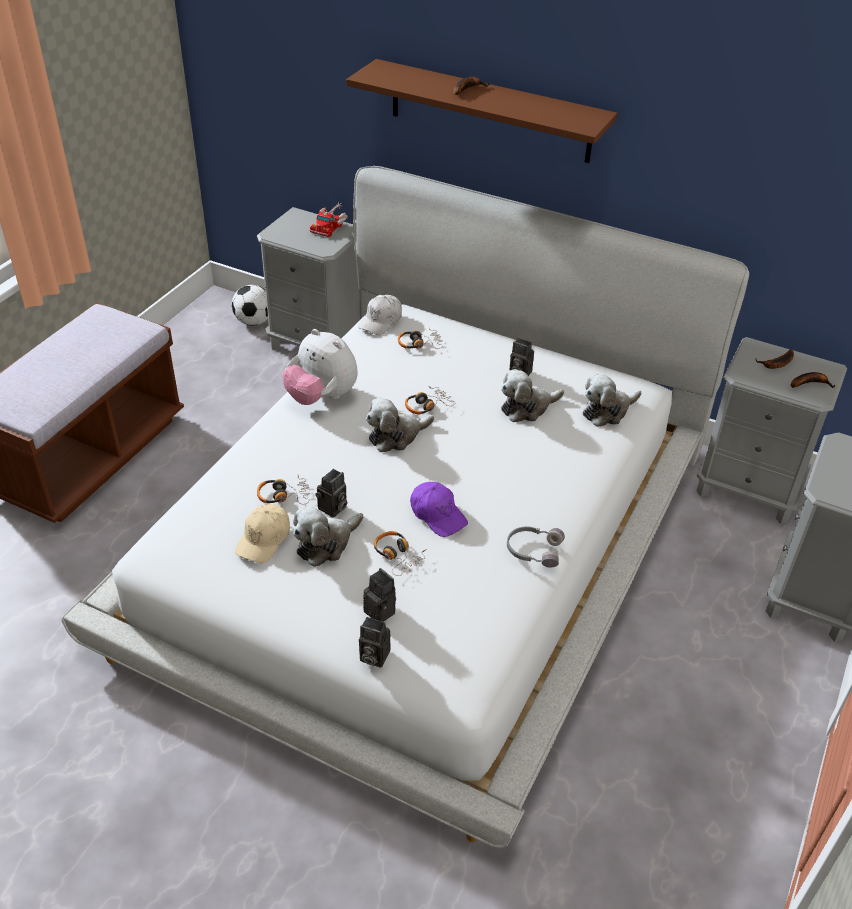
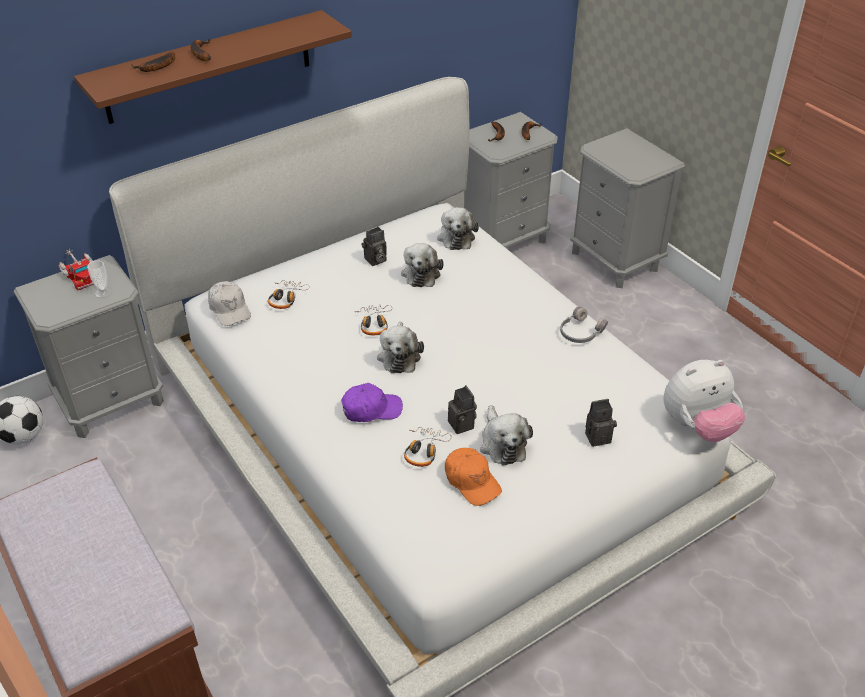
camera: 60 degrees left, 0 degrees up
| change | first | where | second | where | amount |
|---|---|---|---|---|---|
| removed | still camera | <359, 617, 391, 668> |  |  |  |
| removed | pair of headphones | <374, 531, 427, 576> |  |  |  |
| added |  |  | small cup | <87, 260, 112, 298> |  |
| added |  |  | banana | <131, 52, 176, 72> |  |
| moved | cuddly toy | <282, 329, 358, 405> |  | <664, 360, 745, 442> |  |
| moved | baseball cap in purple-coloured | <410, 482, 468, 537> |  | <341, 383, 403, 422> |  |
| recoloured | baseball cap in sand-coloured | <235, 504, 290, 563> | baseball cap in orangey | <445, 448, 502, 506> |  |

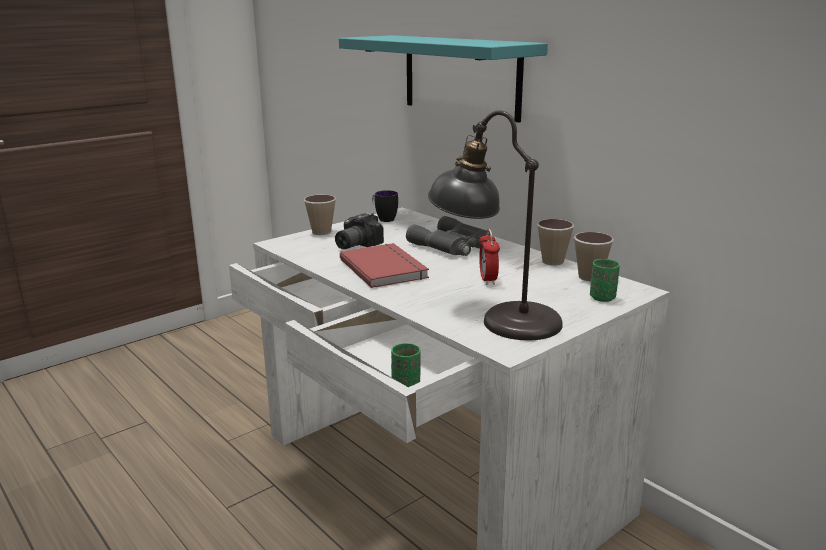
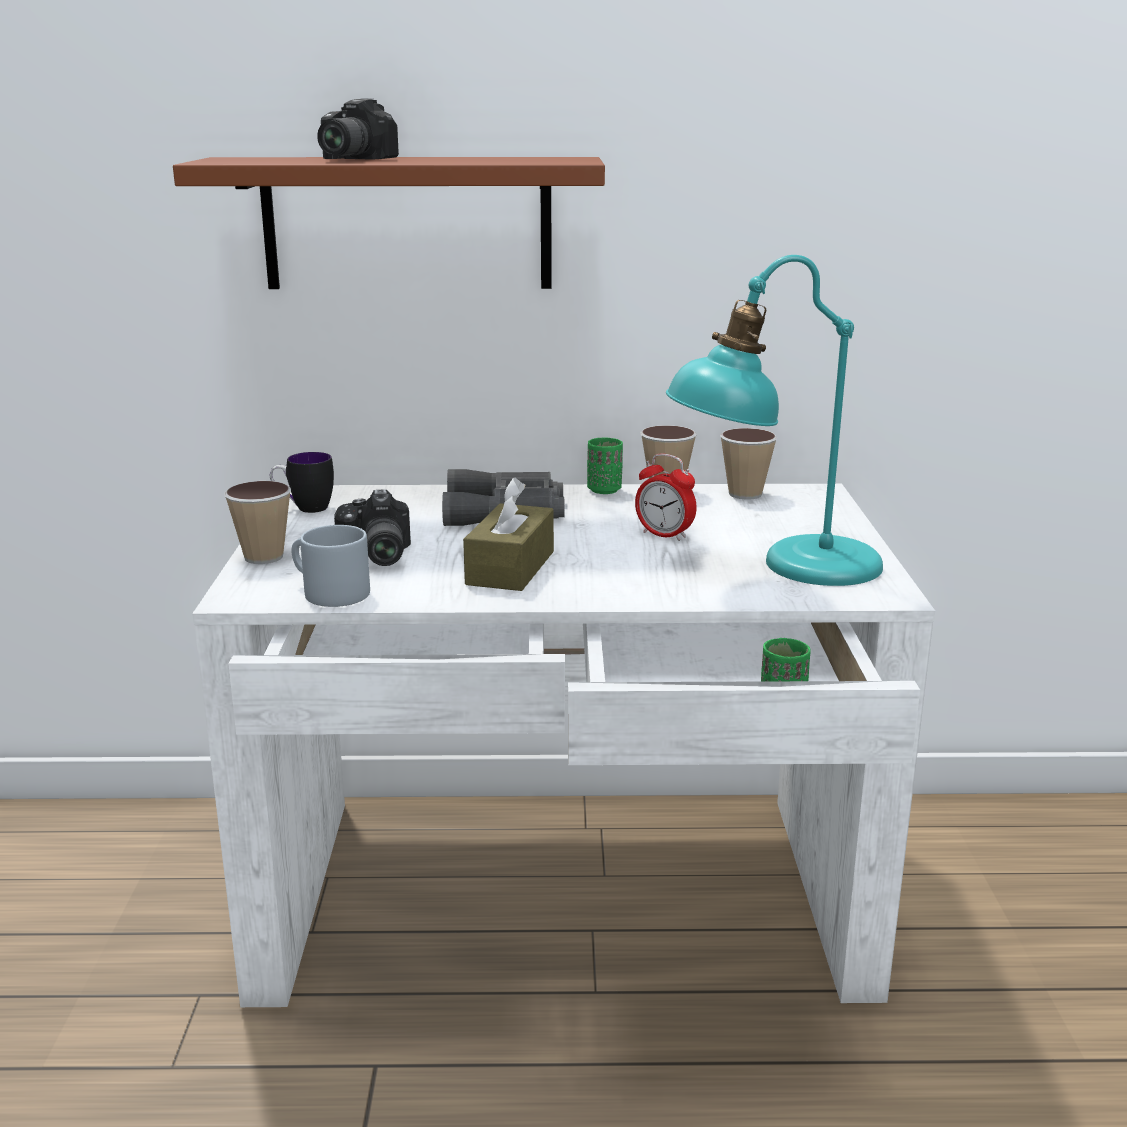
camera: 50 degrees left, 0 degrees up
| change | first | where | second | where | amount |
|---|---|---|---|---|---|
| added |  |  | tea mug in grey | <292, 525, 370, 607> |  |
| added |  |  | still camera | <317, 98, 399, 160> |  |
| moved | small cup in green-coloured | <590, 259, 620, 302> |  | <587, 438, 623, 494> |  |
| replaced | bound book in reddish | <340, 243, 429, 288> | tissue holder in brown | <463, 477, 554, 591> |  |
| recoloured | shelf in turquoise-coloured | <339, 35, 548, 123> | shelf in brown | <173, 157, 605, 289> |  |
| recoloured | lamp for a table in grey | <428, 111, 563, 340> | lamp for a table in turquoise-coloured | <666, 255, 883, 586> |  |

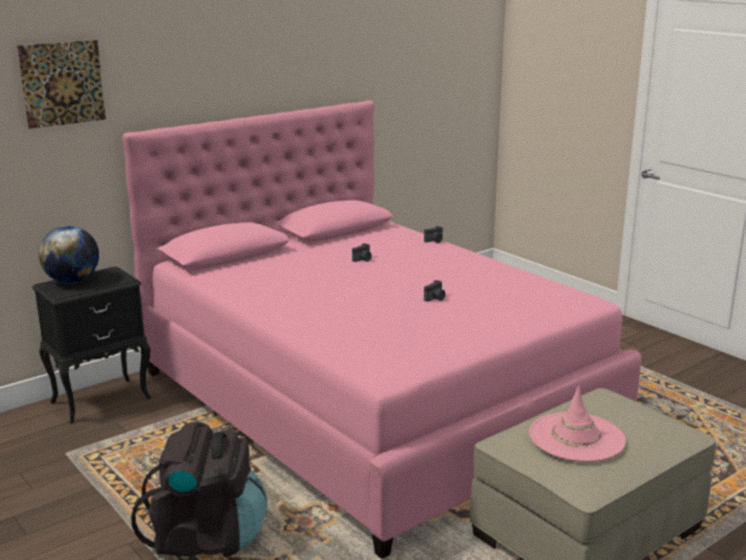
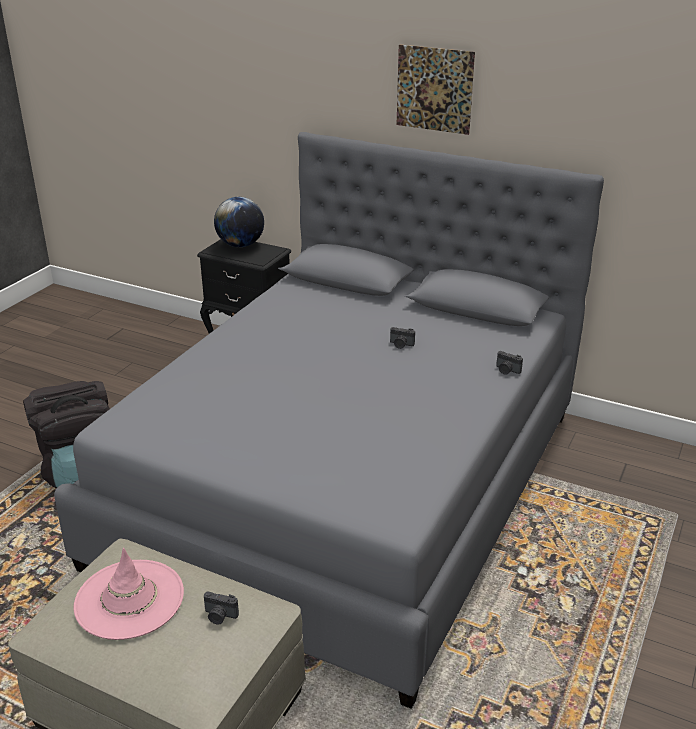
camera: 65 degrees right, 10 degrees up
| change | first | where | second | where | amount |
|---|---|---|---|---|---|
| moved | wall picture | <17, 40, 106, 129> |  | <397, 44, 475, 135> |  |
| moved | still camera | <424, 280, 445, 302> |  | <204, 591, 239, 625> |  |
| recoloured | sleeping bed in pinkish | <123, 100, 642, 559> | sleeping bed in grey | <54, 132, 604, 709> |  |

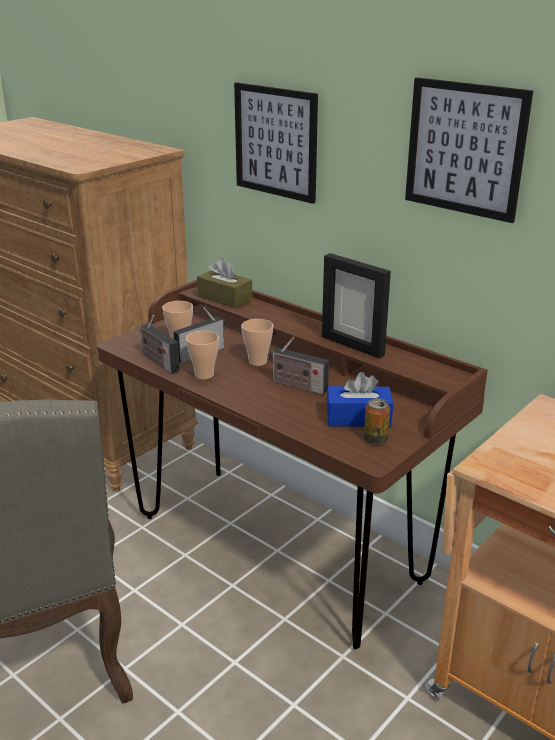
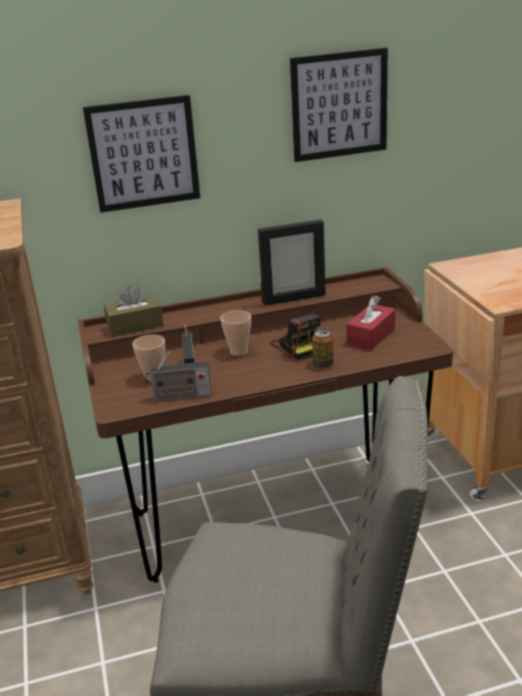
camera: 55 degrees left, 0 degrees up
| change | first | where | second | where | amount |
|---|---|---|---|---|---|
| removed | small cup | <186, 331, 219, 380> |  |  |  |
| moved | sealed can | <364, 398, 390, 444> |  | <312, 329, 334, 368> |  |
| replaced | radio set | <268, 337, 329, 395> | still camera | <270, 313, 320, 360> |  |
| recoloured | tissue holder in blue | <326, 372, 393, 427> | tissue holder in reddish | <346, 296, 395, 350> |  |

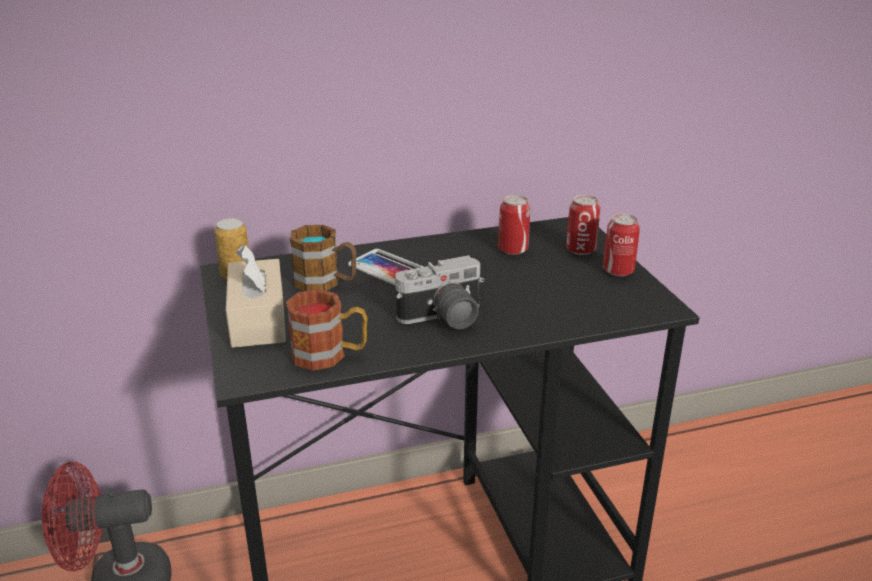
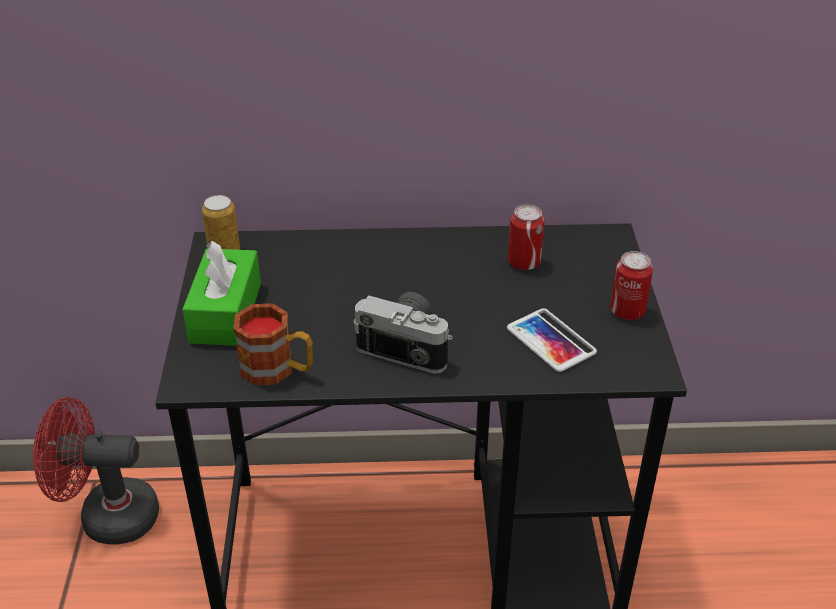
camera: 15 degrees right, 10 degrees up
| change | first | where | second | where | amount |
|---|---|---|---|---|---|
| removed | tea mug | <290, 225, 357, 291> |  |  |  |
| removed | sealed can | <566, 195, 600, 255> |  |  |  |
| moved | phone | <348, 249, 424, 285> |  | <507, 308, 597, 372> |  |
| recoloured | tissue holder in sand-coloured | <226, 245, 286, 348> | tissue holder in green-coloured | <182, 241, 261, 346> |  |
| turned | still camera | <395, 255, 485, 329> |  | <354, 292, 453, 373> | 150 degrees counterclockwise |

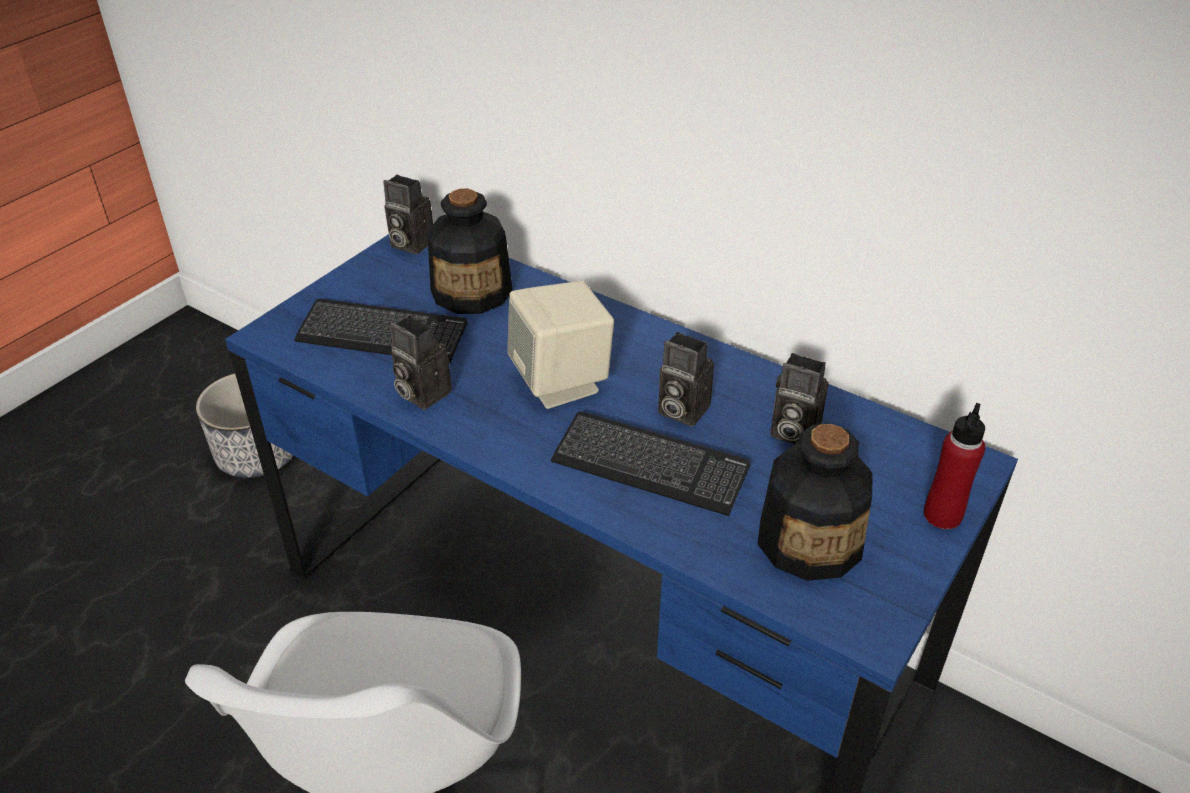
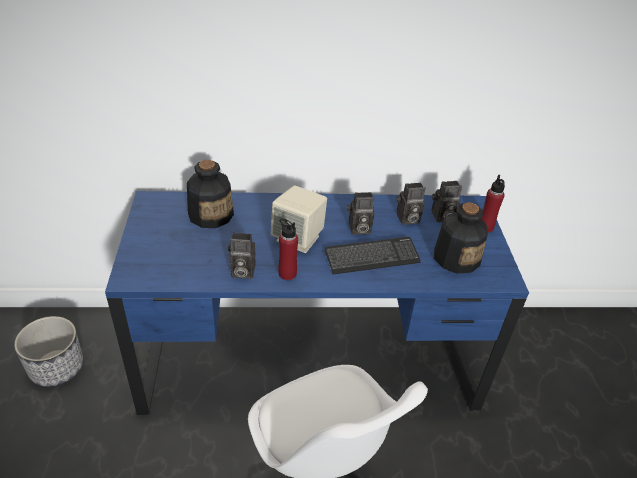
camera: 40 degrees left, 0 degrees up
| change | first | where | second | where | amount |
|---|---|---|---|---|---|
| removed | keyboard | <294, 299, 467, 364> |  |  |  |
| added |  |  | beverage bottle in reddish | <278, 218, 298, 280> |  |
| moved | still camera | <383, 175, 433, 254> |  | <432, 181, 462, 222> |  |

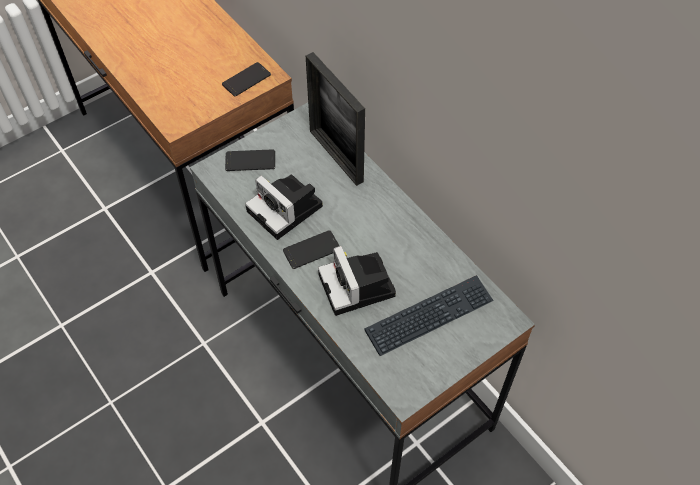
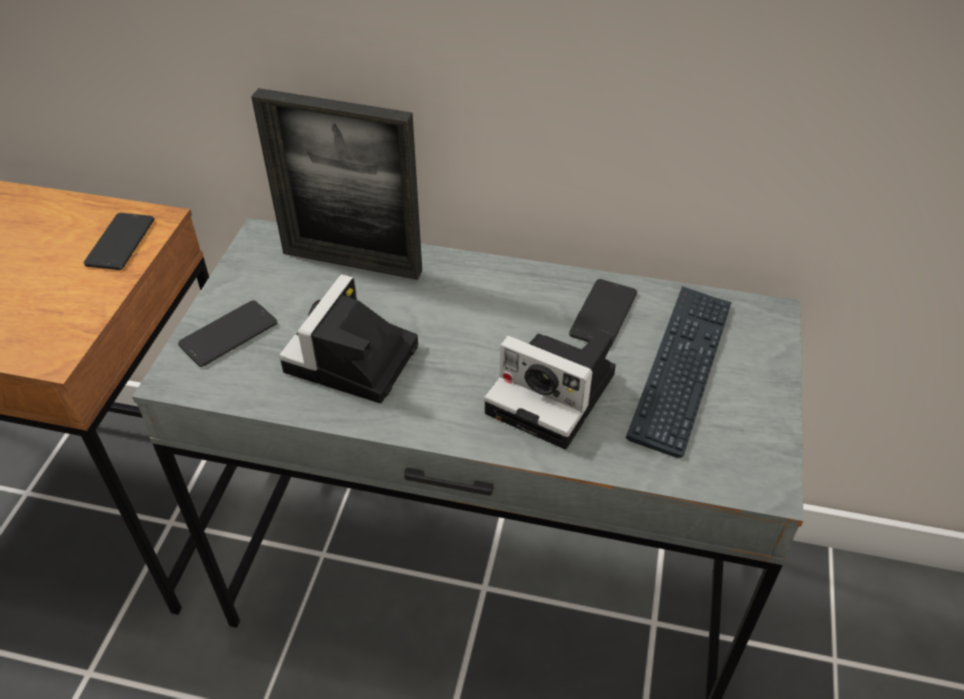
camera: 40 degrees left, 10 degrees down
| change | first | where | second | where | amount |
|---|---|---|---|---|---|
| moved | phone | <283, 230, 339, 269> |  | <569, 279, 637, 346> |  |
| turned | still camera | <245, 175, 323, 240> |  | <279, 274, 418, 403> | 105 degrees clockwise |

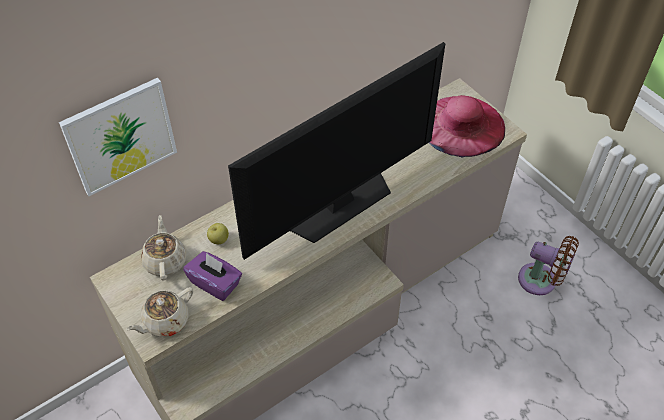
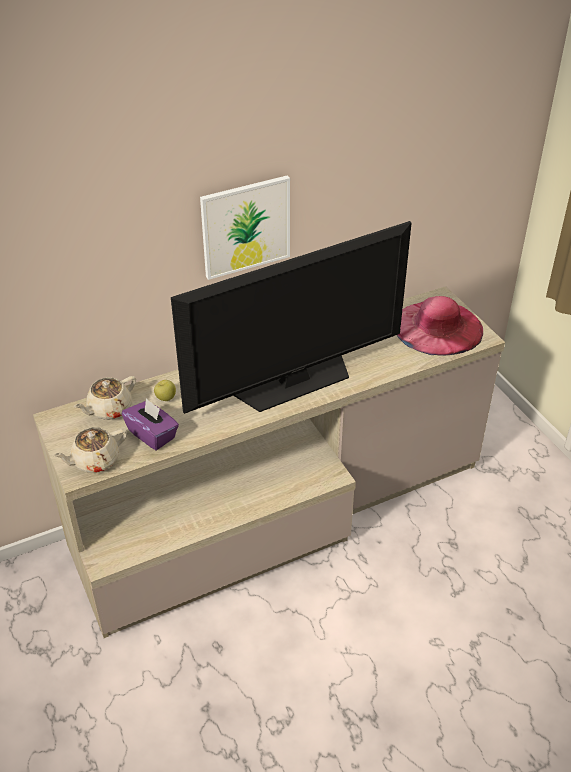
camera: 10 degrees right, 10 degrees down
| change | first | where | second | where | amount |
|---|---|---|---|---|---|
| removed | fan in brown | <518, 236, 579, 295> |  |  |  |
| moved | wall picture | <59, 78, 177, 196> |  | <200, 175, 290, 280> |  |
| turned | tea pot in sand-coloured | <141, 215, 187, 280> |  | <74, 376, 136, 420> | 135 degrees counterclockwise |

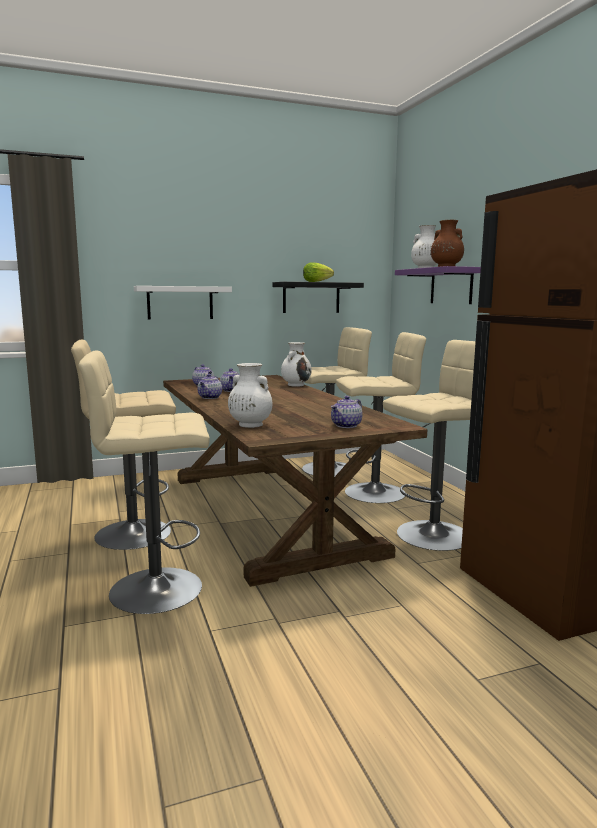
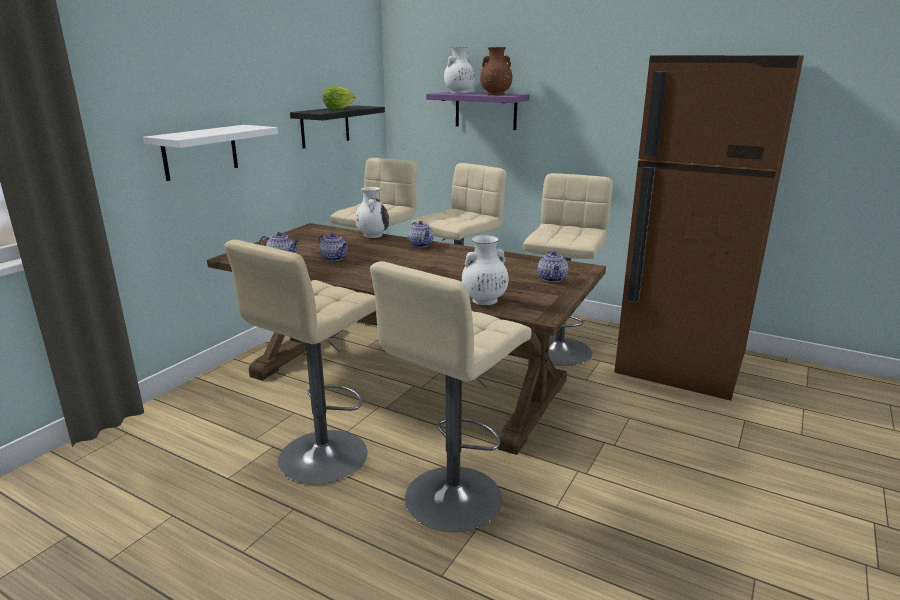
camera: 40 degrees left, 10 degrees up
| change | first | where | second | where | amount |
|---|---|---|---|---|---|
| moved | tea pot | <197, 374, 222, 399> |  | <408, 221, 434, 247> |  |

